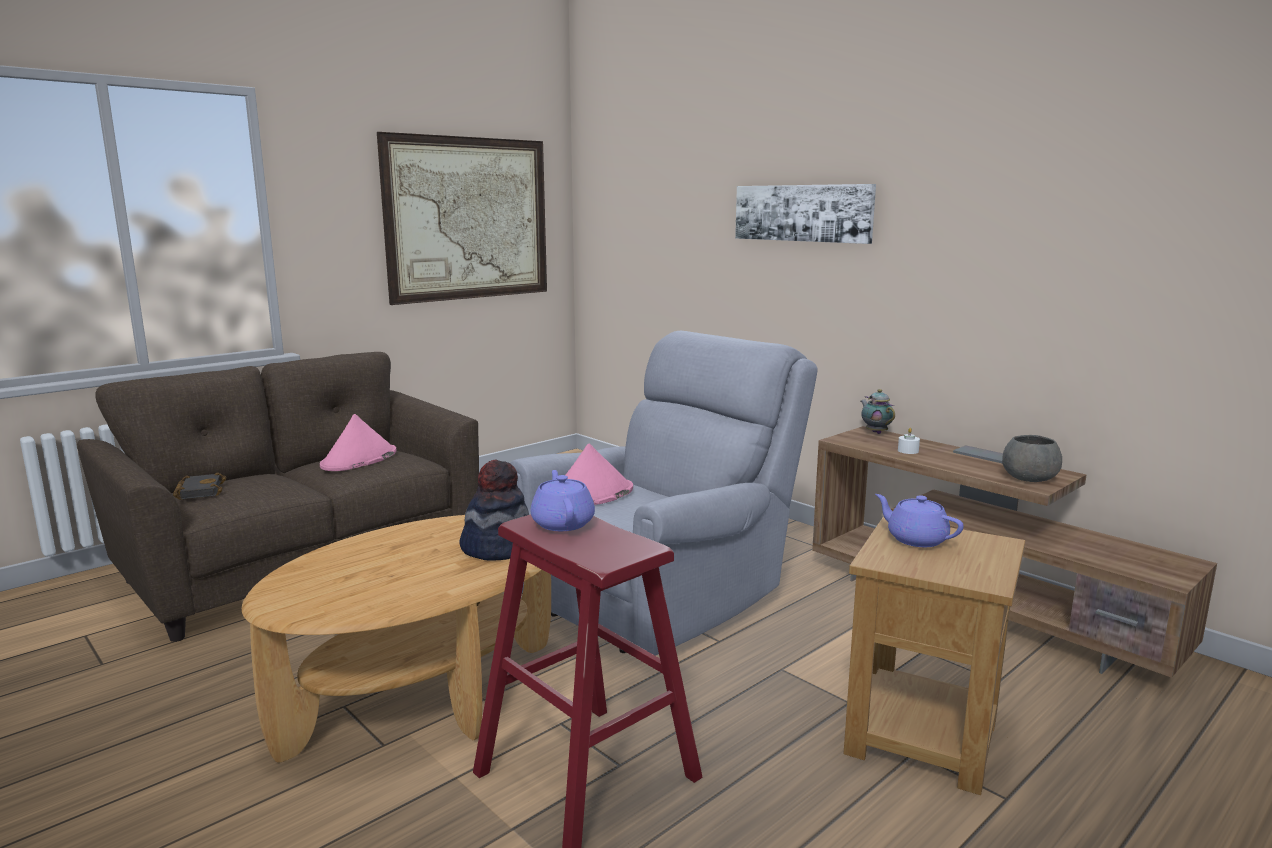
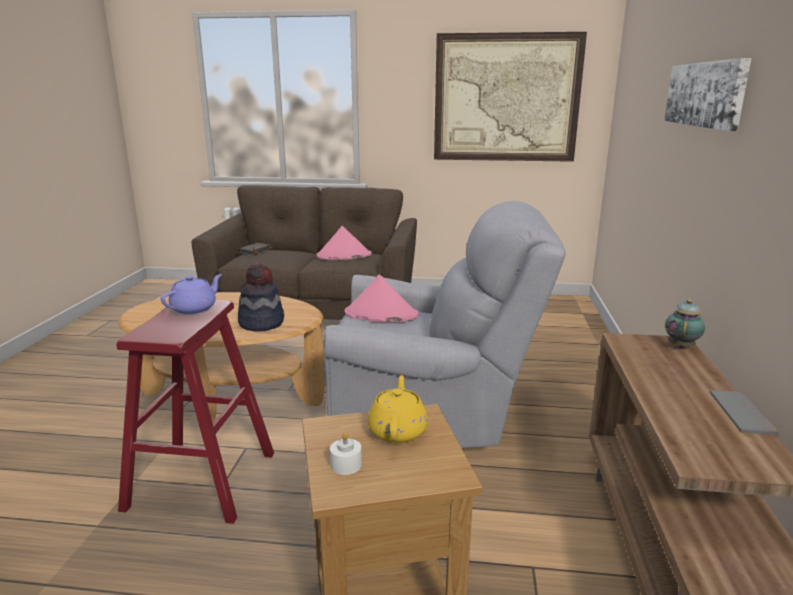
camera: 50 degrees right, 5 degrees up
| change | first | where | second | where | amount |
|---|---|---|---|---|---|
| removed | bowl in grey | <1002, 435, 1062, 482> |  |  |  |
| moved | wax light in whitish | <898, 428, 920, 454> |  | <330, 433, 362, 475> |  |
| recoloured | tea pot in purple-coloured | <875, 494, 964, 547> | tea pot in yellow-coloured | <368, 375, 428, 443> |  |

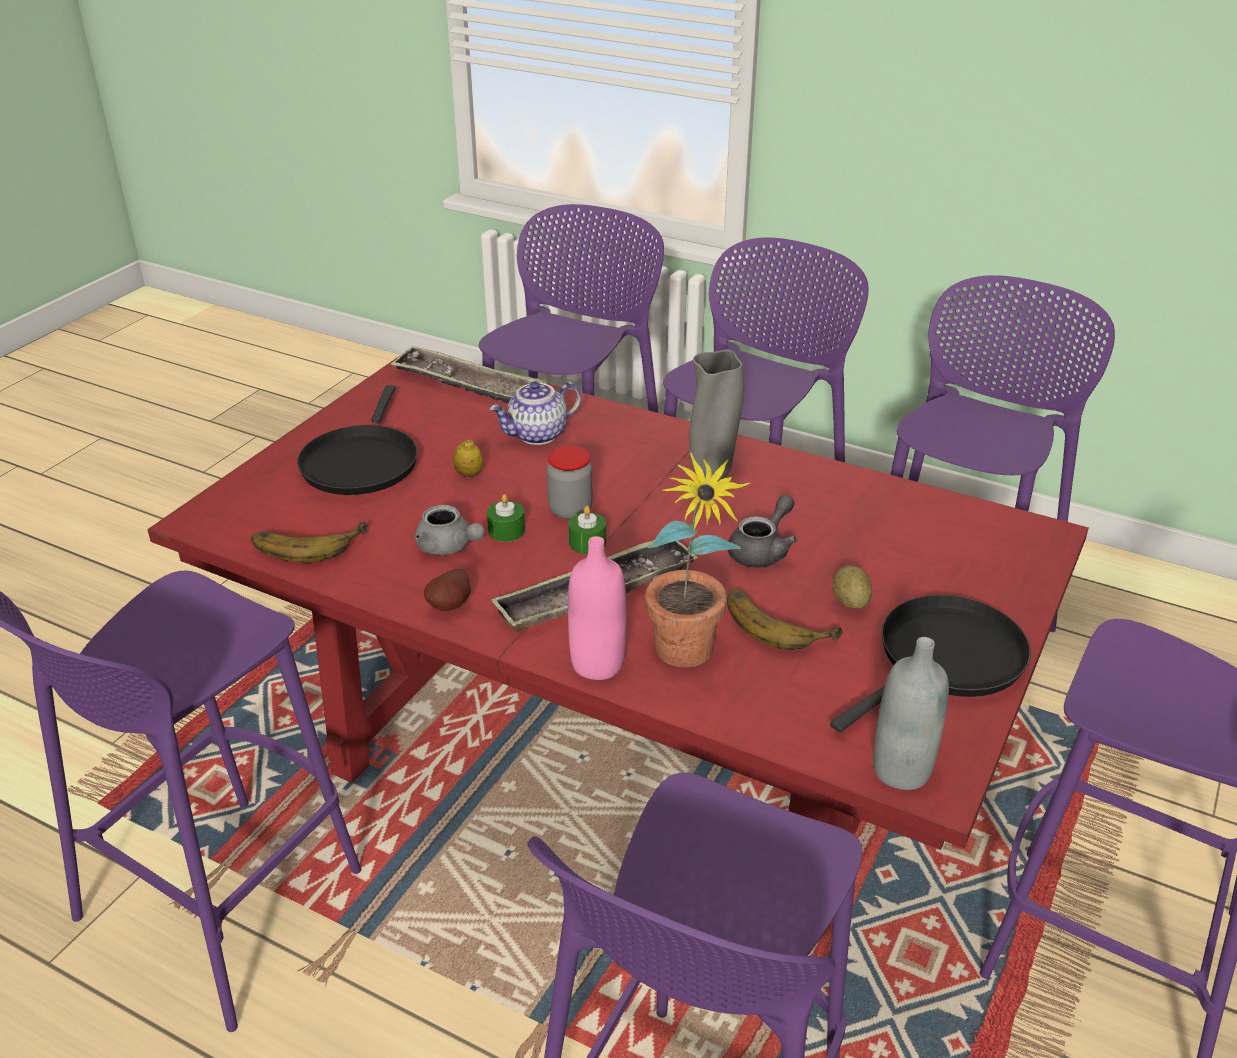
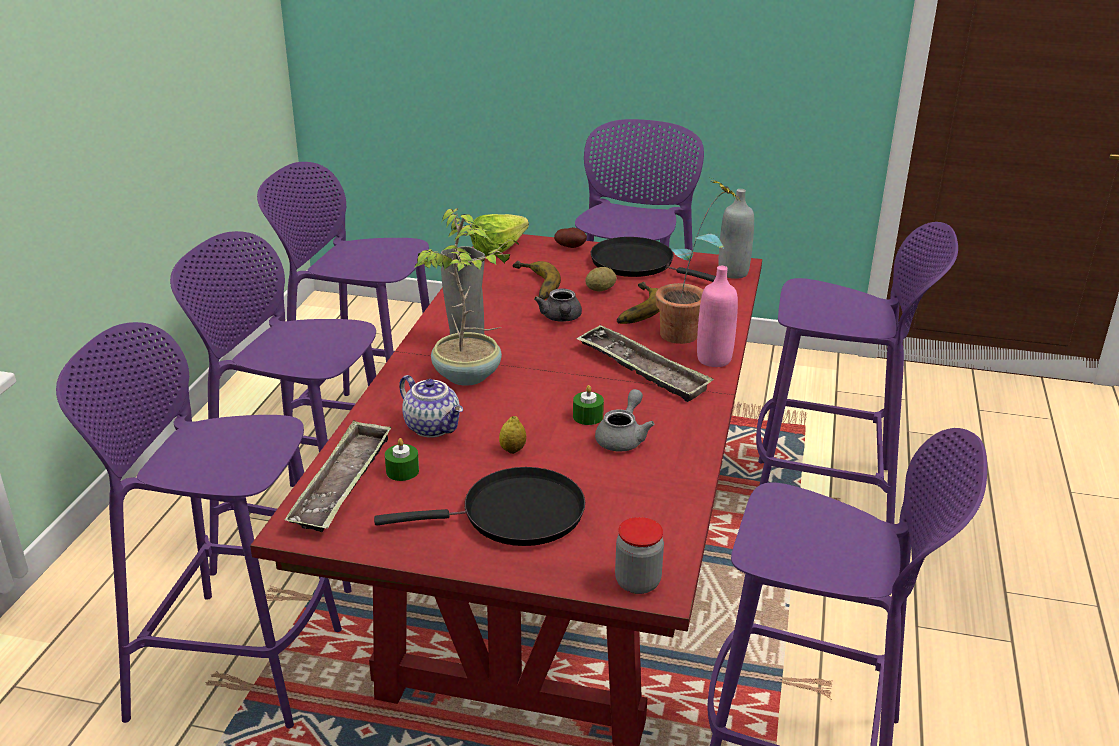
camera: 105 degrees left, 5 degrees down
| change | first | where | second | where | amount |
|---|---|---|---|---|---|
| added |  |  | plant in a pot | <414, 208, 520, 386> |  |
| added |  |  | lettuce | <471, 214, 529, 256> |  |
| moved | banana | <251, 522, 367, 563> |  | <513, 261, 561, 300> |  |
| moved | whole potato | <424, 569, 471, 611> |  | <554, 228, 587, 248> |  |
| moved | storage jar | <547, 446, 593, 519> |  | <615, 517, 664, 594> |  |
| moved | wax light in green-coloured | <569, 506, 606, 554> |  | <385, 438, 419, 481> |  |
| turned | tea pot in grey | <728, 495, 797, 568> |  | <534, 288, 582, 322> | 120 degrees counterclockwise |

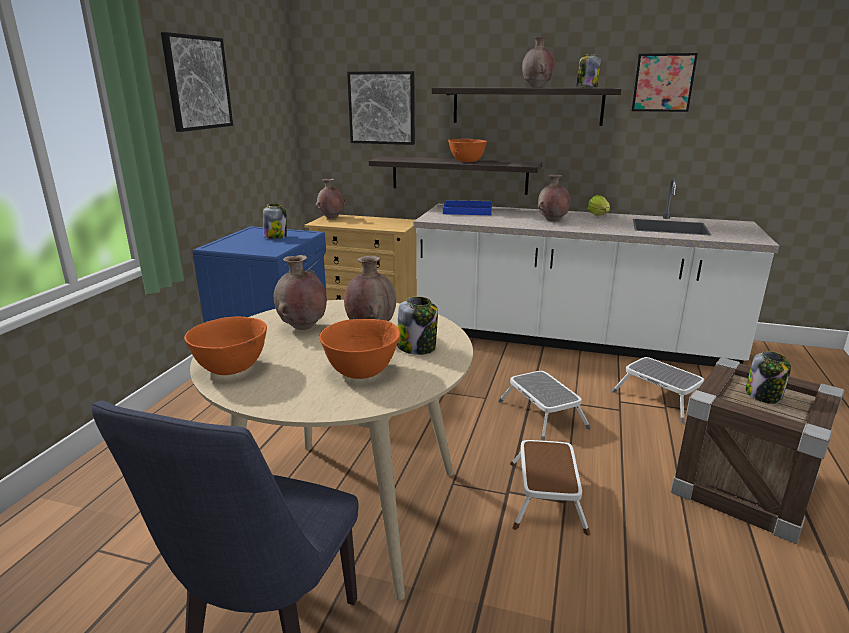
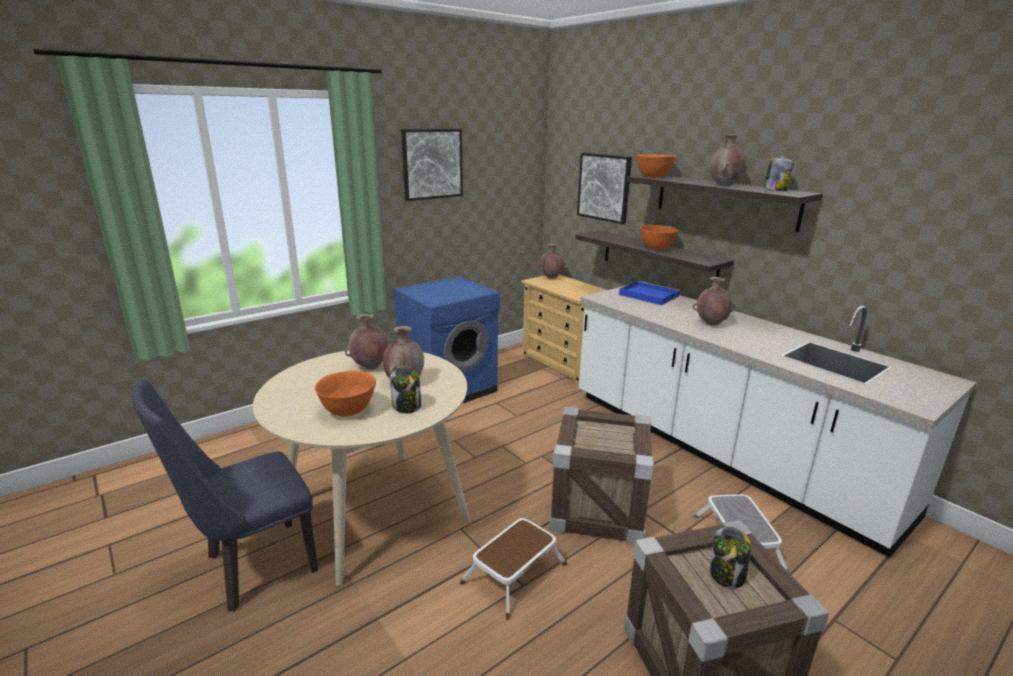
camera: 35 degrees right, 0 degrees up
| change | first | where | second | where | amount |
|---|---|---|---|---|---|
| removed | storage jar | <263, 204, 287, 239> |  |  |  |
| removed | lettuce | <588, 195, 610, 215> |  |  |  |
| removed | wall picture | <632, 53, 698, 112> |  |  |  |
| moved | bowl in orangey | <184, 317, 267, 375> |  | <636, 154, 676, 177> |  |
| replaced | step stool in grey | <498, 371, 591, 441> | crate | <549, 407, 654, 544> |  |

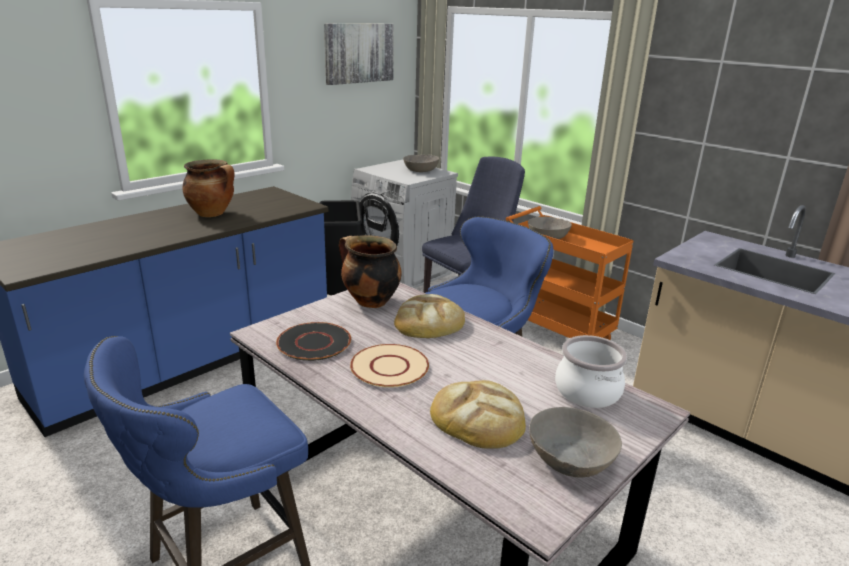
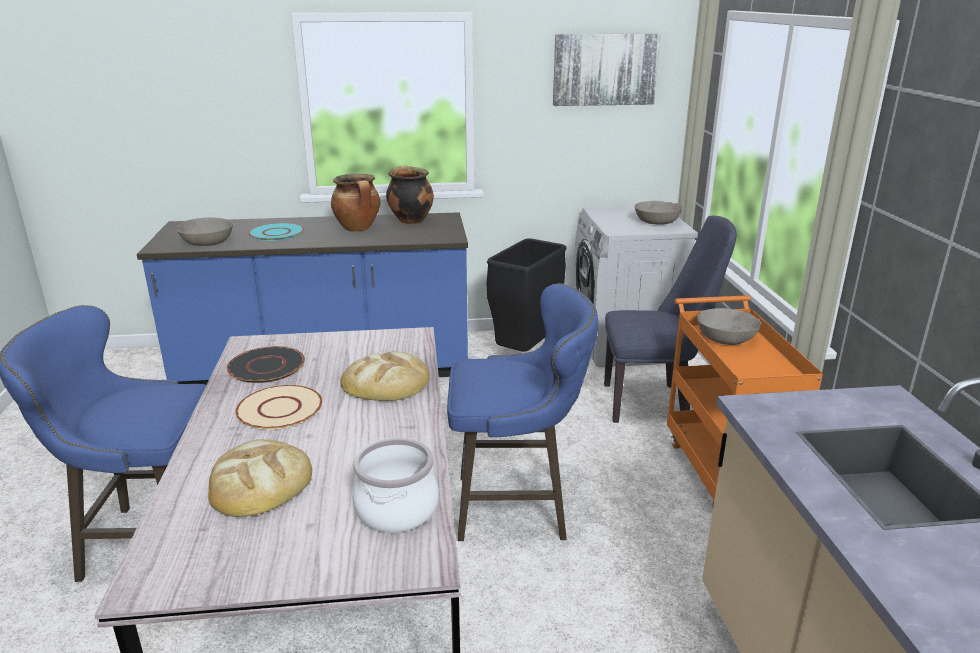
camera: 40 degrees right, 0 degrees up
| change | first | where | second | where | amount |
|---|---|---|---|---|---|
| added |  |  | flat dish in turquoise-coloured | <248, 223, 304, 241> |  |
| moved | stockpot | <339, 235, 402, 308> |  | <386, 166, 434, 224> |  |
| moved | bowl in grey | <529, 407, 622, 477> |  | <177, 217, 233, 246> |  |

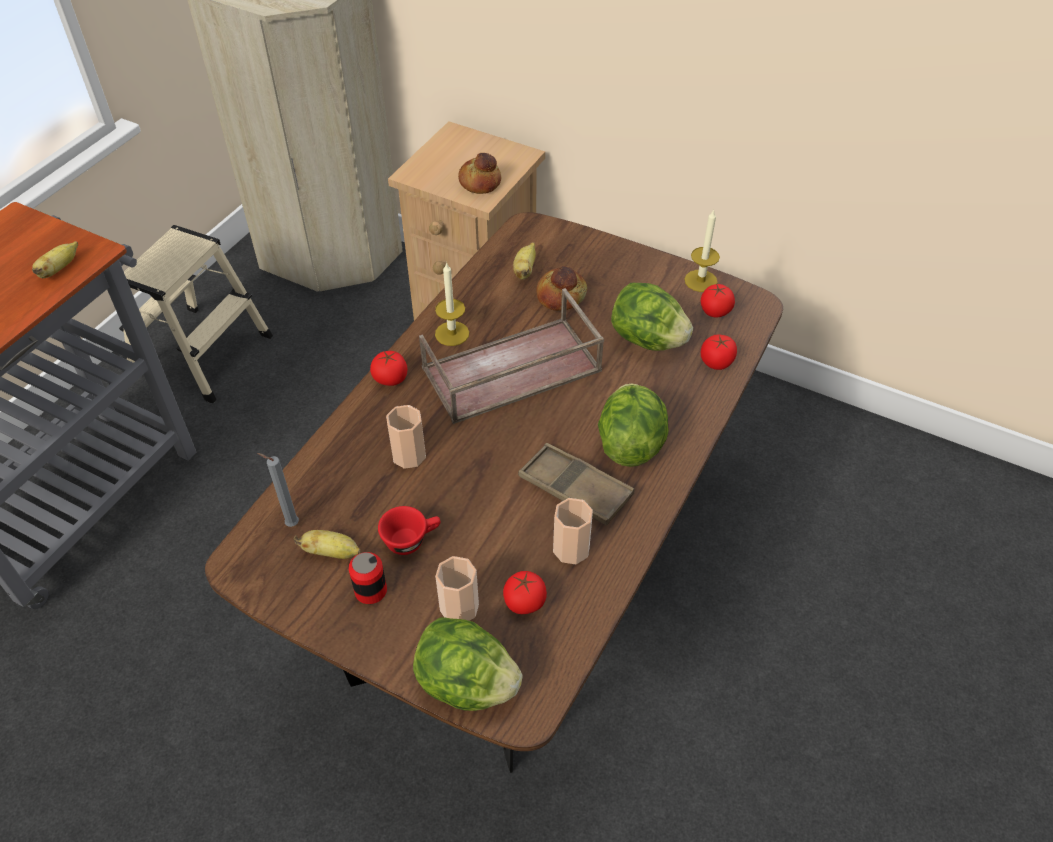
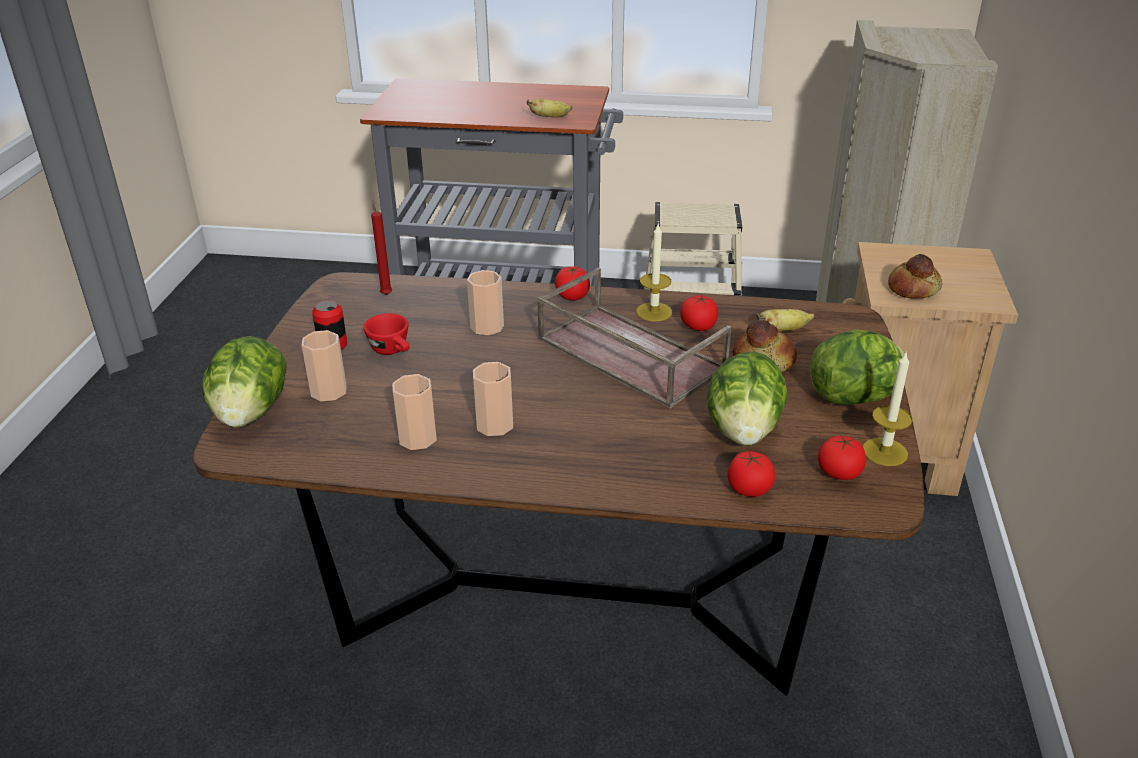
camera: 70 degrees right, 15 degrees down
| change | first | where | second | where | amount |
|---|---|---|---|---|---|
| removed | banana | <294, 530, 361, 559> |  |  |  |
| moved | tomato | <503, 571, 547, 614> |  | <680, 295, 718, 331> |  |
| moved | lettuce | <598, 384, 669, 467> |  | <810, 330, 908, 405> |  |
| replaced | carrying tray in brown | <518, 443, 634, 525> | small cup | <473, 362, 513, 436> |  |
| recoloured | wax light in grey | <257, 453, 299, 527> | wax light in reddish | <371, 200, 392, 295> |  |

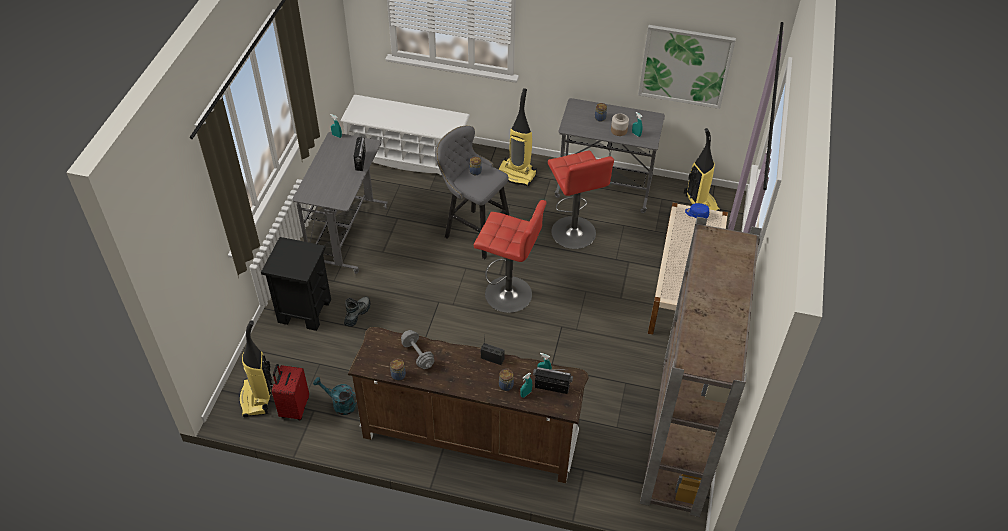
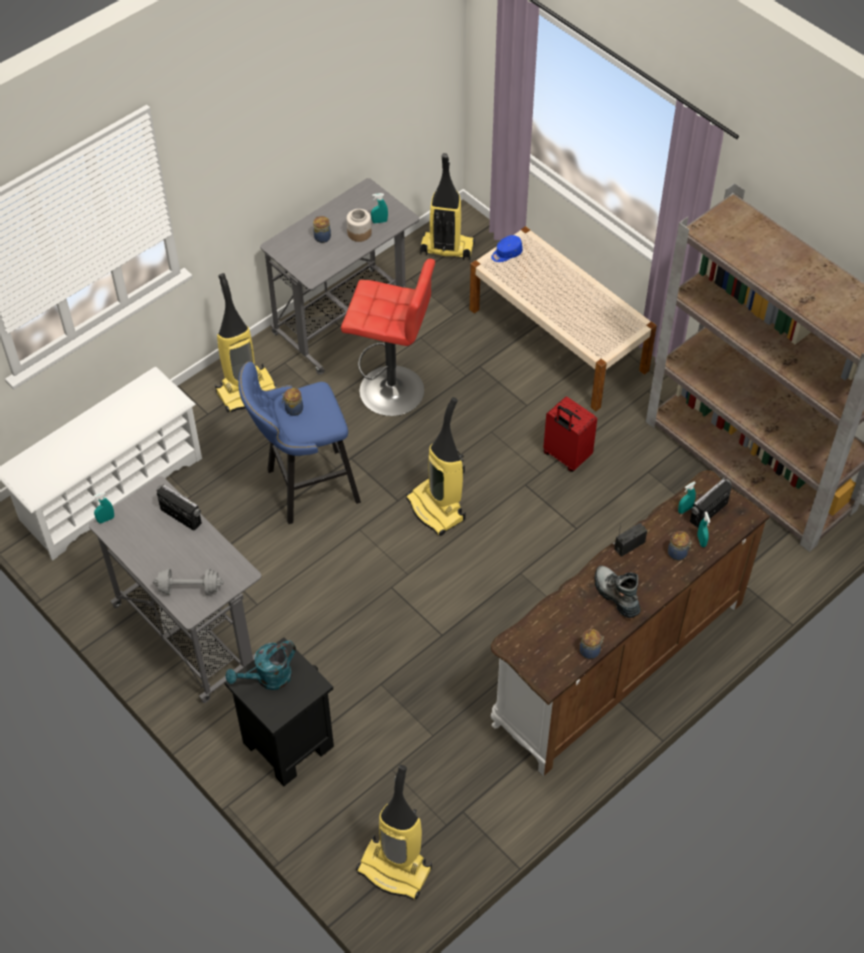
camera: 55 degrees left, 5 degrees up
| change | first | where | second | where | amount |
|---|---|---|---|---|---|
| removed | wall picture | <638, 25, 736, 109> |  |  |  |
| moved | travel case in reddish | <272, 364, 309, 420> |  | <543, 396, 597, 472> |  |
| moved | watering can in turquoise-coloured | <313, 377, 357, 415> |  | <226, 641, 296, 690> |  |
| moved | tall boot | <344, 297, 371, 327> |  | <594, 565, 640, 618> |  |
| moved | free weight in grey | <401, 330, 434, 369> |  | <153, 569, 224, 595> |  |
| replaced | sitting stool in reddish | <474, 200, 547, 313> | vacuum cleaner | <406, 397, 466, 536> |  |
| recoloured | sitting stool in grey | <435, 126, 510, 259> | sitting stool in blue | <238, 361, 361, 524> |  |

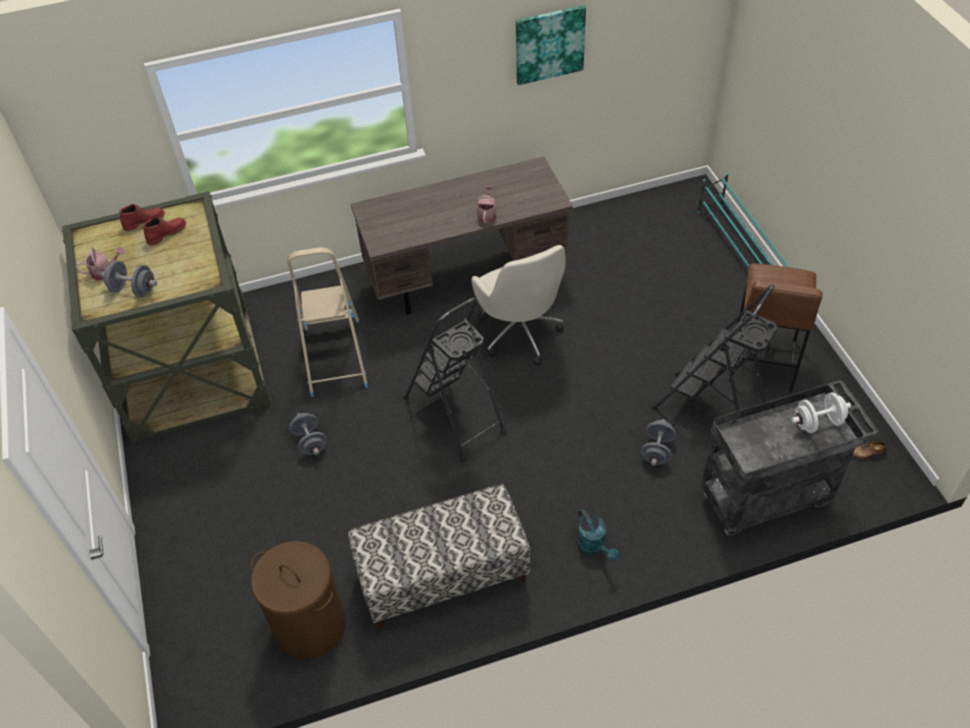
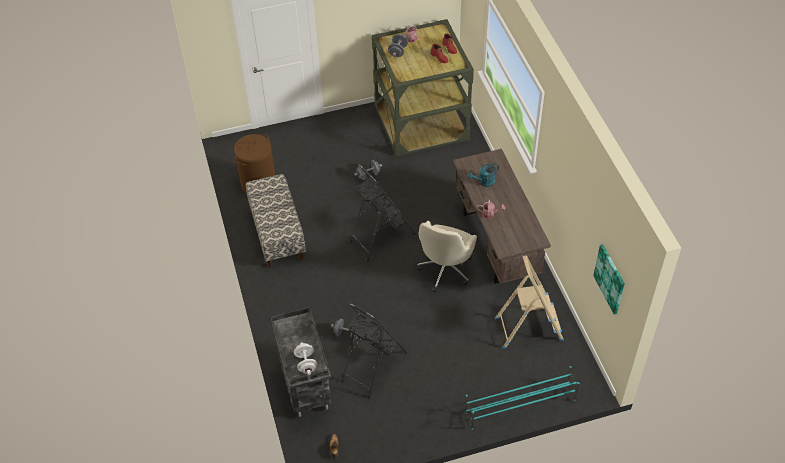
camera: 90 degrees right, 0 degrees up
| change | first | where | second | where | amount |
|---|---|---|---|---|---|
| removed | sitting stool in brown | <729, 263, 822, 392> |  |  |  |
| moved | step stool in sand-coloured | <287, 248, 368, 397> |  | <495, 255, 564, 349> |  |
| moved | wall picture | <516, 5, 586, 85> |  | <593, 244, 625, 315> |  |
| moved | watering can in turquoise-coloured | <577, 509, 619, 561> |  | <467, 163, 499, 187> |  |
| turned | computer chair in sand-coloured | <471, 245, 565, 366> |  | <417, 221, 477, 292> | 45 degrees counterclockwise |

